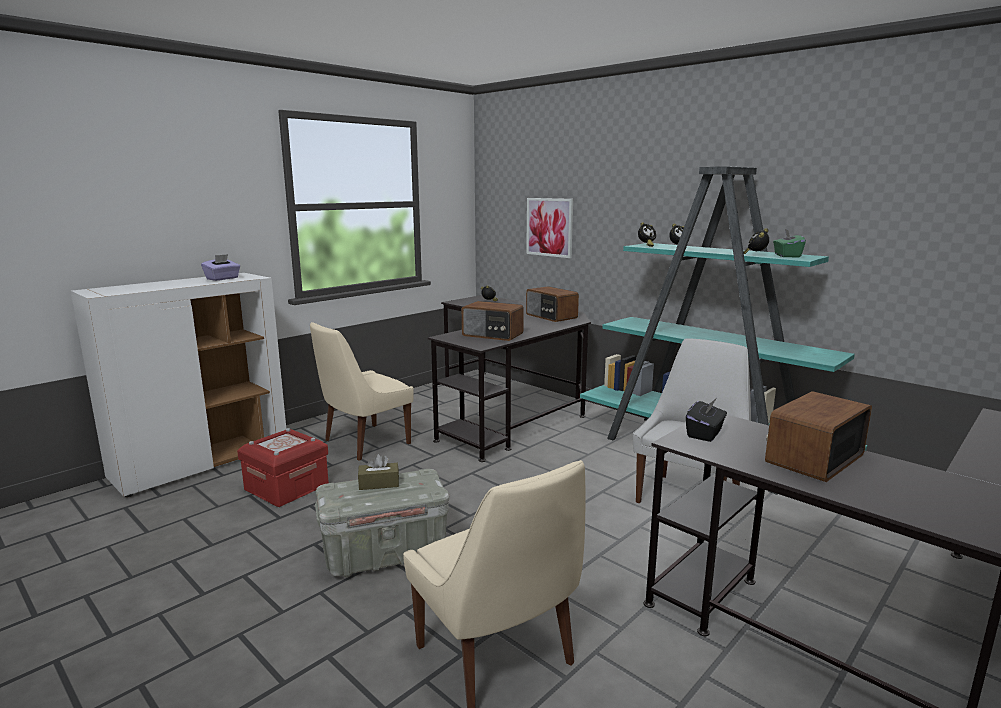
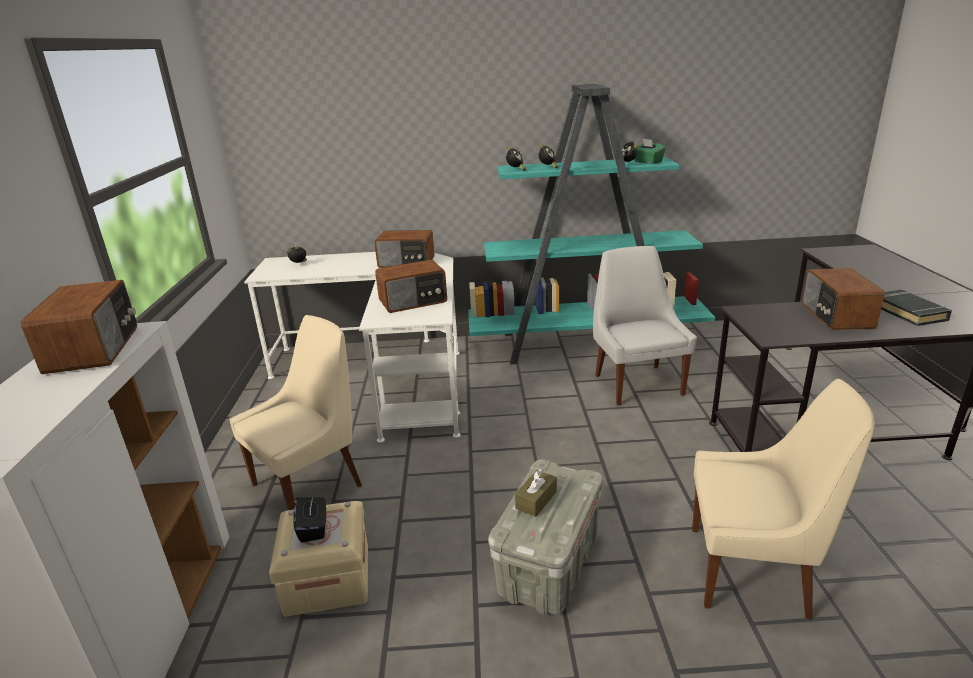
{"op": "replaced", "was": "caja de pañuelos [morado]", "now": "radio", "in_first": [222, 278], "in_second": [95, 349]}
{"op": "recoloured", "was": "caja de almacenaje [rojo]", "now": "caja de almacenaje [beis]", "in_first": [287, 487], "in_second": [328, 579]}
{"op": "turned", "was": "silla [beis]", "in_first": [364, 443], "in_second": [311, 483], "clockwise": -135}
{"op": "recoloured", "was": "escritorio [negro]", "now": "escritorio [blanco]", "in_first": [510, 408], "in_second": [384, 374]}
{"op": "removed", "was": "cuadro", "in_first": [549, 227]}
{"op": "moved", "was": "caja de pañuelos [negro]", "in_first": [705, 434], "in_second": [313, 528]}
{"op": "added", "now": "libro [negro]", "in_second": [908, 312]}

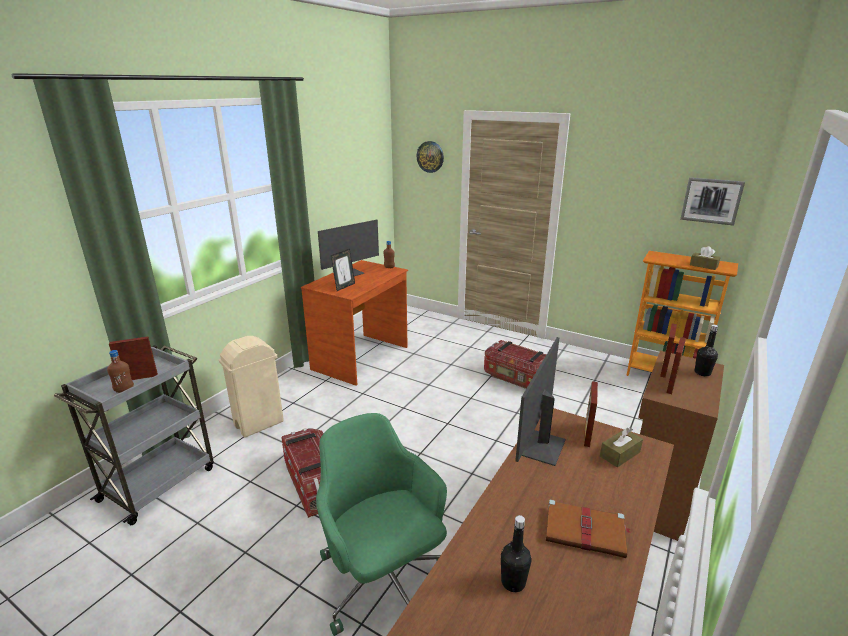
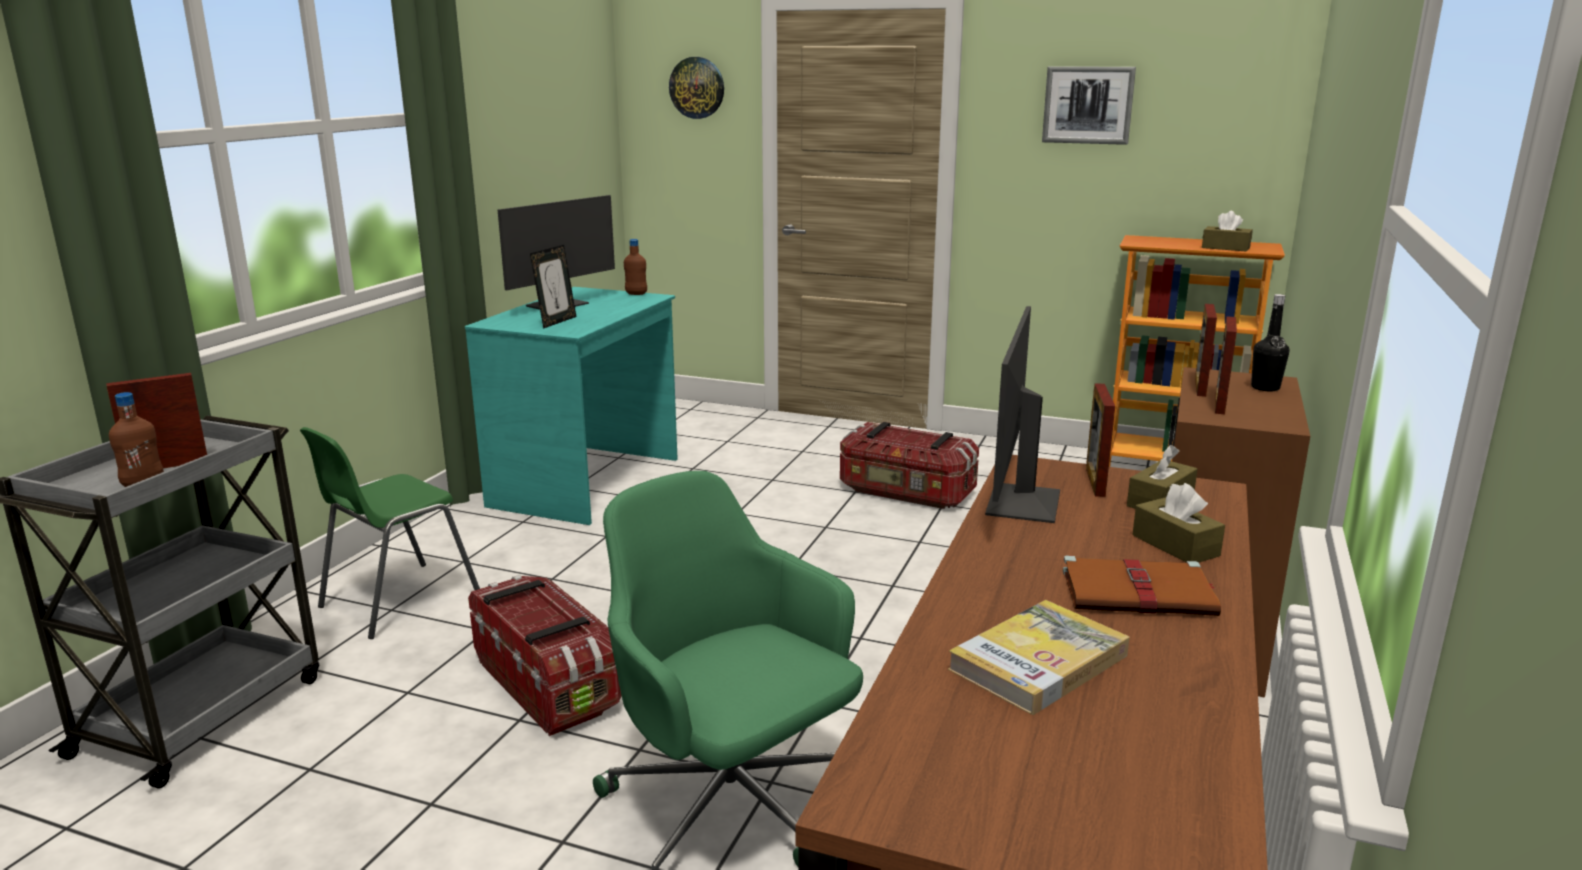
{"op": "replaced", "was": "papelera [beis]", "now": "silla [verde]", "in_first": [258, 424], "in_second": [397, 601]}
{"op": "recoloured", "was": "escritorio [marrón]", "now": "escritorio [turquesa]", "in_first": [361, 358], "in_second": [588, 482]}
{"op": "replaced", "was": "botella [negro]", "now": "libro", "in_first": [513, 582], "in_second": [1038, 662]}
{"op": "moved", "was": "cuadro", "in_first": [711, 200], "in_second": [1088, 105]}
{"op": "added", "now": "caja de pañuelos [marrón]", "in_second": [1175, 545]}

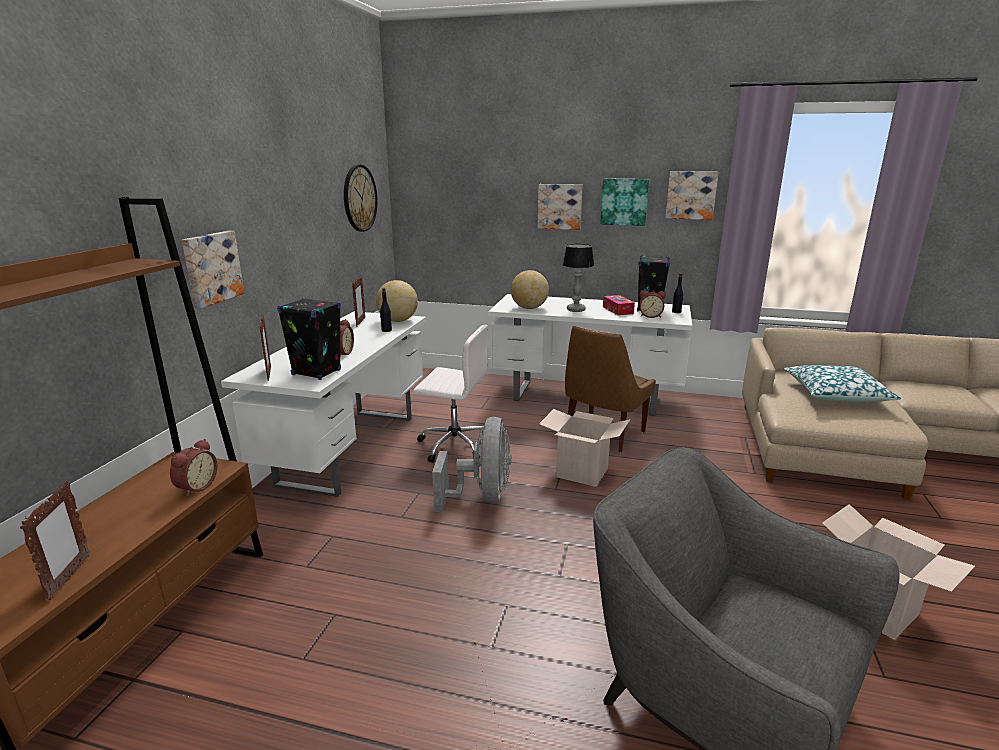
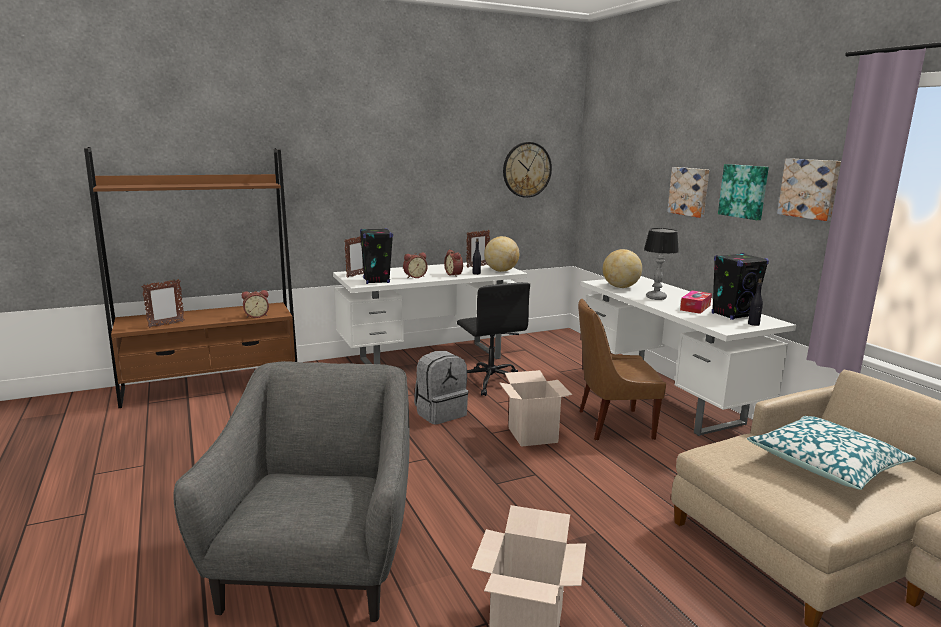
{"op": "removed", "was": "cuadro", "in_first": [211, 268]}
{"op": "recoloured", "was": "silla de oficina [blanco]", "now": "silla de oficina [negro]", "in_first": [453, 444], "in_second": [490, 382]}
{"op": "replaced", "was": "ventilador [gris]", "now": "mochila [gris]", "in_first": [482, 496], "in_second": [440, 413]}
{"op": "moved", "was": "despertador", "in_first": [650, 316], "in_second": [454, 274]}

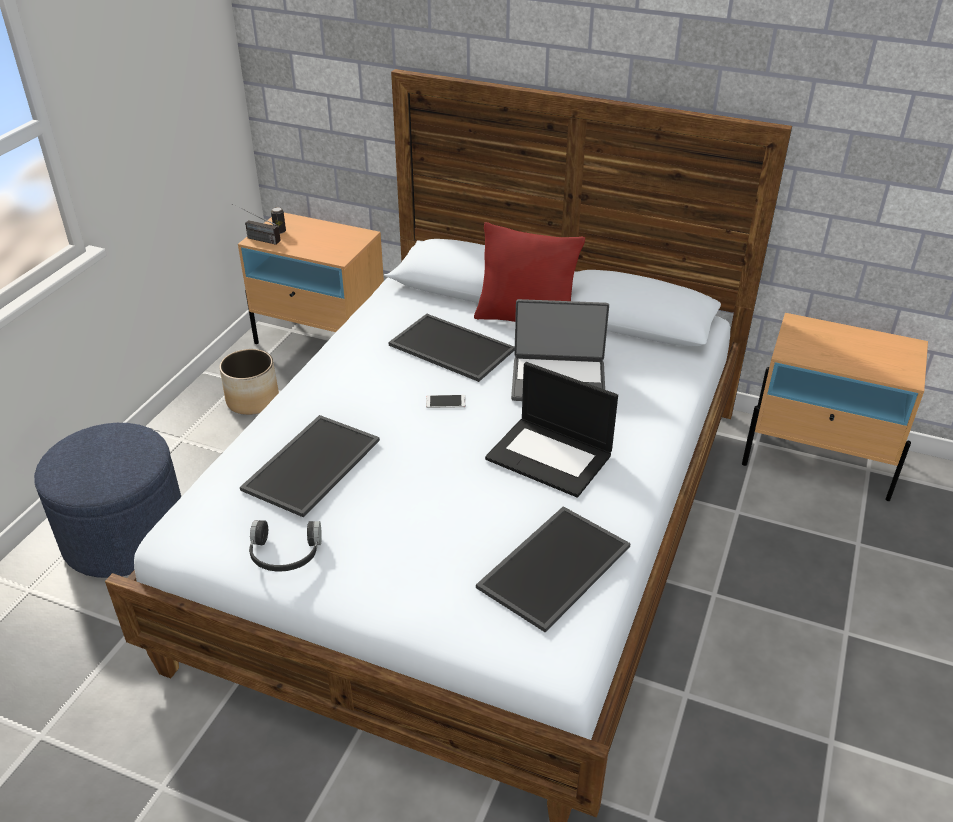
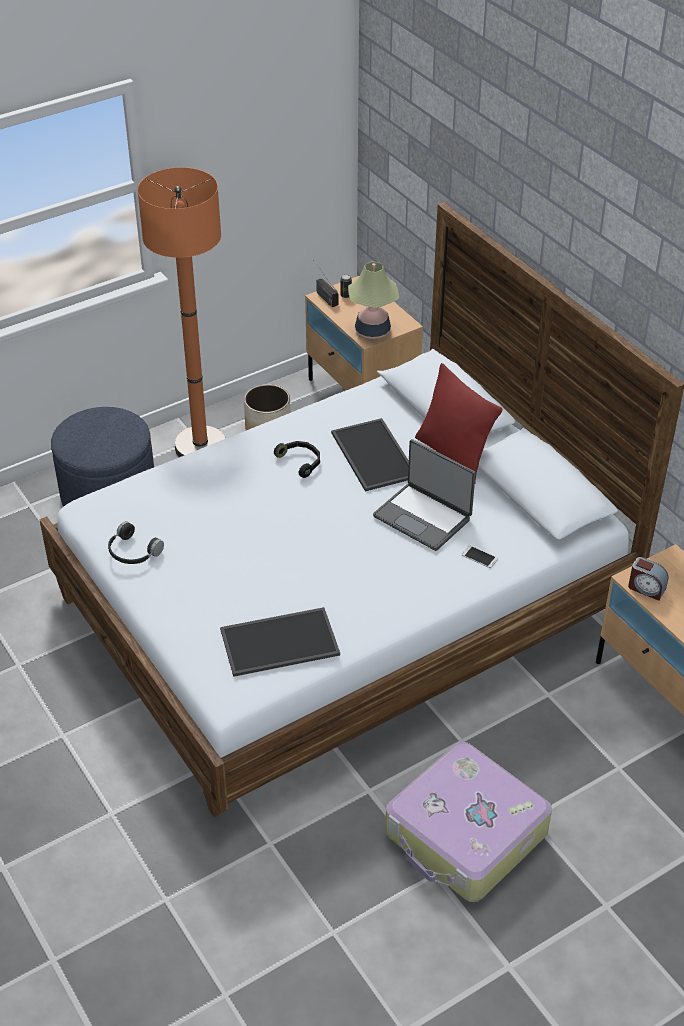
{"op": "removed", "was": "bandeja", "in_first": [311, 463]}
{"op": "moved", "was": "móvil", "in_first": [445, 402], "in_second": [479, 557]}
{"op": "removed", "was": "portátil", "in_first": [551, 456]}
{"op": "added", "now": "lámpara de pie [naranja]", "in_second": [200, 446]}
{"op": "added", "now": "auriculares [negro]", "in_second": [301, 461]}
{"op": "added", "now": "lámpara de mesa", "in_second": [372, 331]}
{"op": "added", "now": "maleta", "in_second": [465, 835]}
{"op": "added", "now": "despertador", "in_second": [646, 588]}

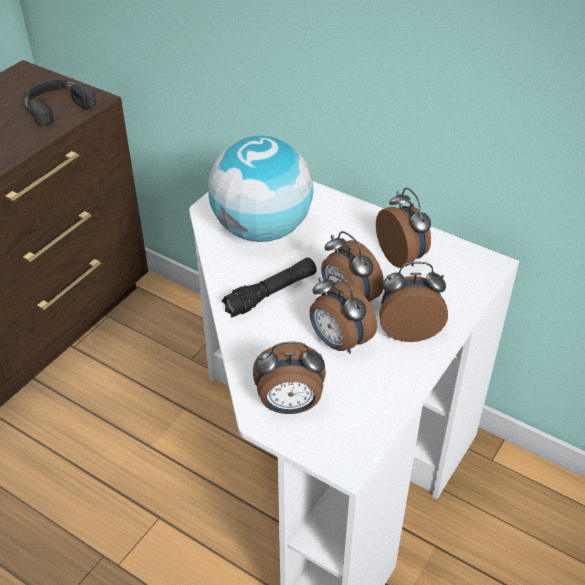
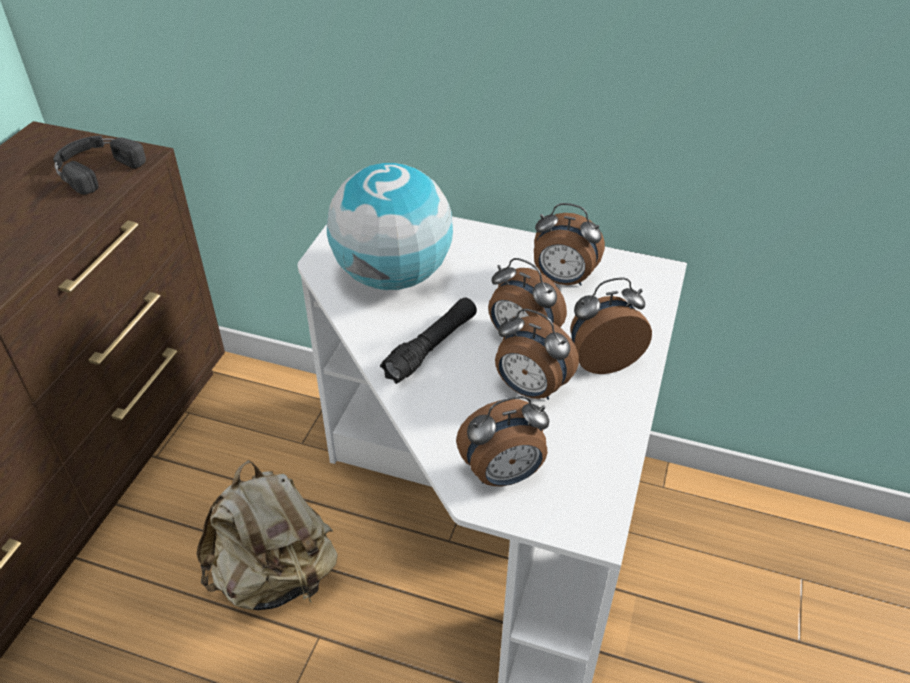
{"op": "turned", "was": "despertador", "in_first": [402, 257], "in_second": [562, 280], "clockwise": 150}
{"op": "added", "now": "mochila [beis]", "in_second": [275, 576]}

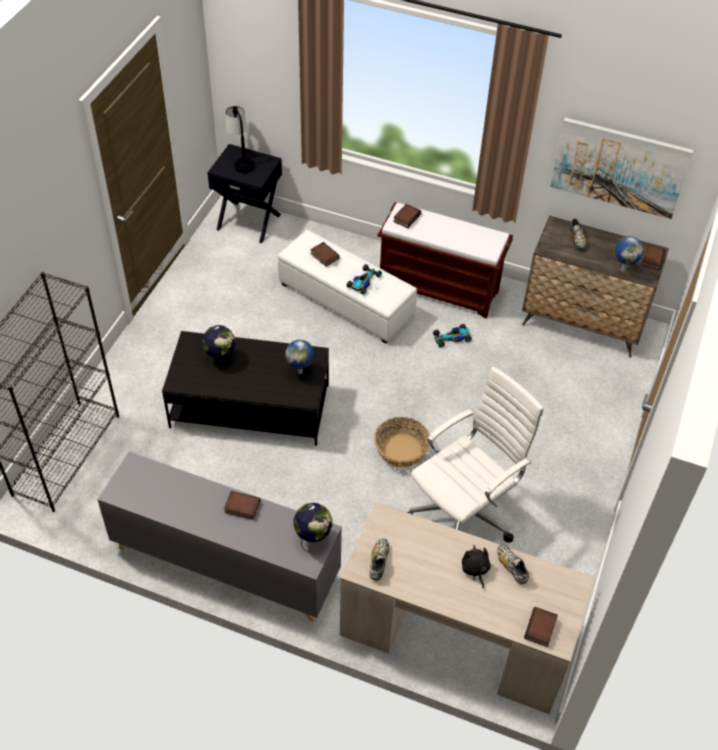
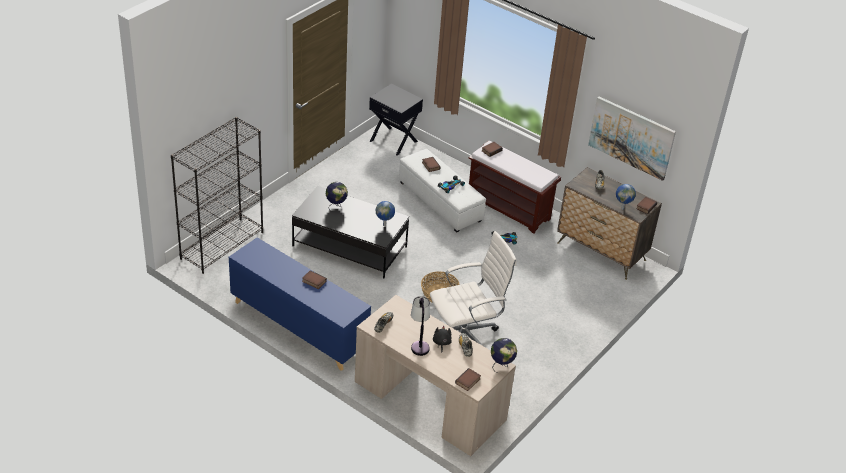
{"op": "recoloured", "was": "armario [gris]", "now": "armario [azul]", "in_first": [225, 562], "in_second": [298, 326]}
{"op": "moved", "was": "lámpara de mesa", "in_first": [241, 160], "in_second": [419, 342]}
{"op": "moved", "was": "globo terráqueo", "in_first": [313, 538], "in_second": [501, 365]}

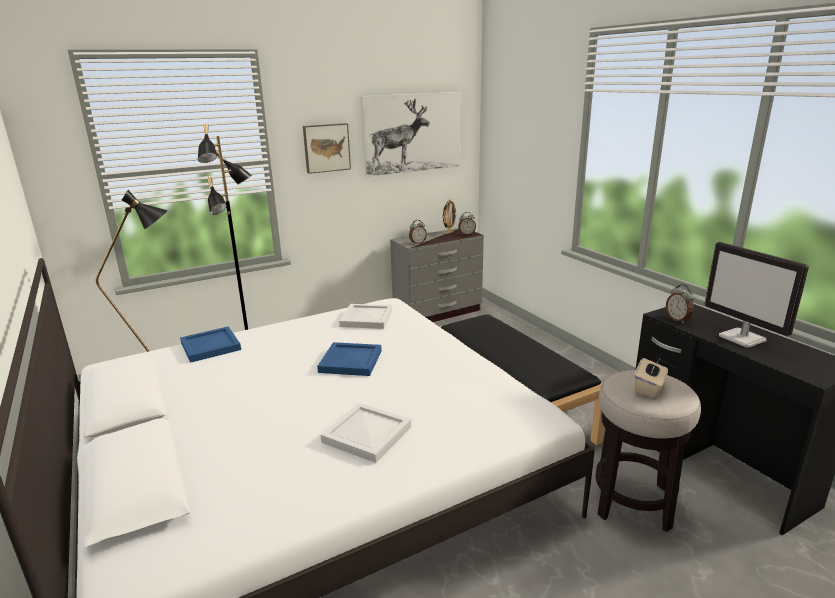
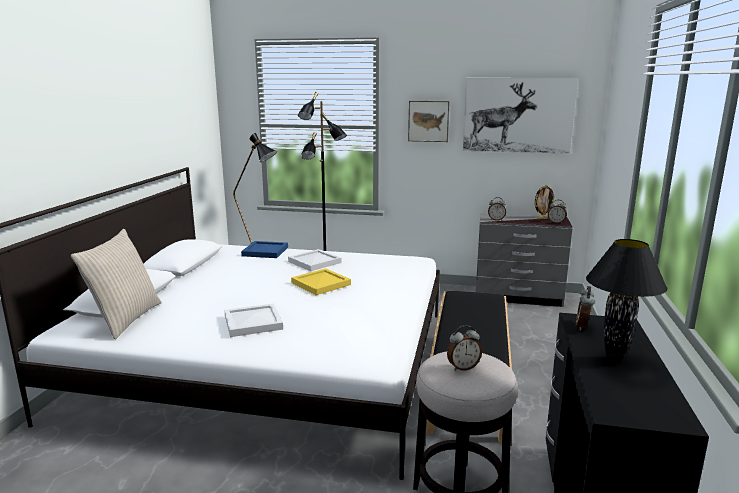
{"op": "recoloured", "was": "bandeja [azul]", "now": "bandeja [amarillo]", "in_first": [349, 362], "in_second": [320, 284]}
{"op": "moved", "was": "bandeja [blanco]", "in_first": [367, 319], "in_second": [314, 262]}
{"op": "replaced", "was": "caja de pañuelos [beis]", "now": "despertador", "in_first": [649, 388], "in_second": [463, 367]}
{"op": "replaced", "was": "monitor", "now": "lámpara de mesa [negro]", "in_first": [743, 338], "in_second": [614, 361]}
{"op": "added", "now": "cojín [beis]", "in_second": [125, 319]}

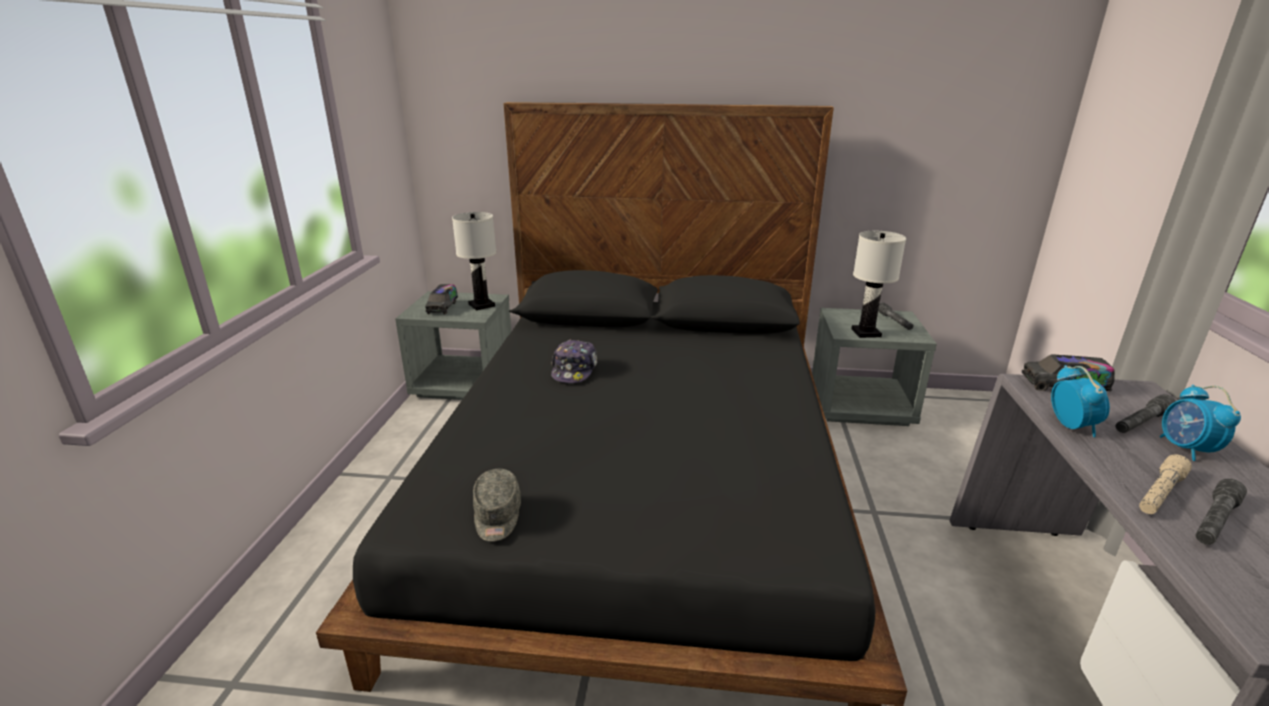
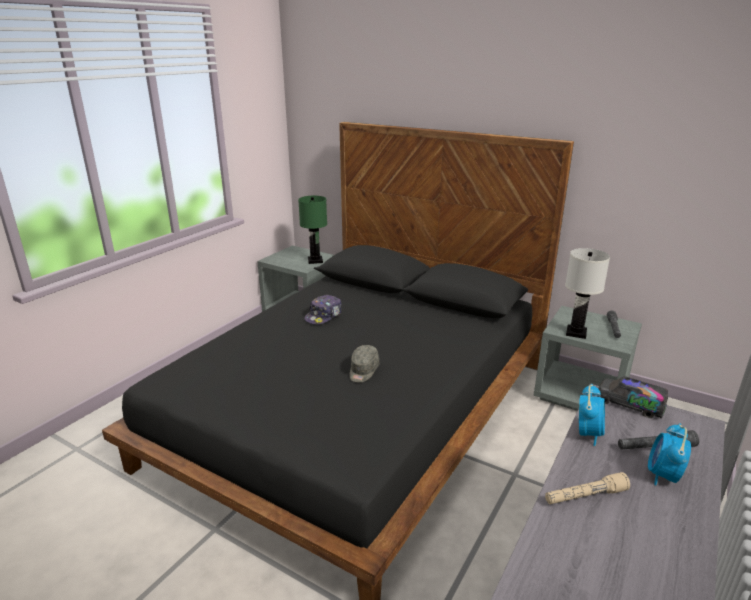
{"op": "removed", "was": "camión de juguete", "in_first": [442, 307]}
{"op": "recoloured", "was": "lámpara de mesa [blanco]", "now": "lámpara de mesa [verde]", "in_first": [481, 305], "in_second": [315, 261]}
{"op": "moved", "was": "gorra [gris]", "in_first": [497, 516], "in_second": [363, 371]}
{"op": "removed", "was": "linterna [gris]", "in_first": [1214, 521]}

